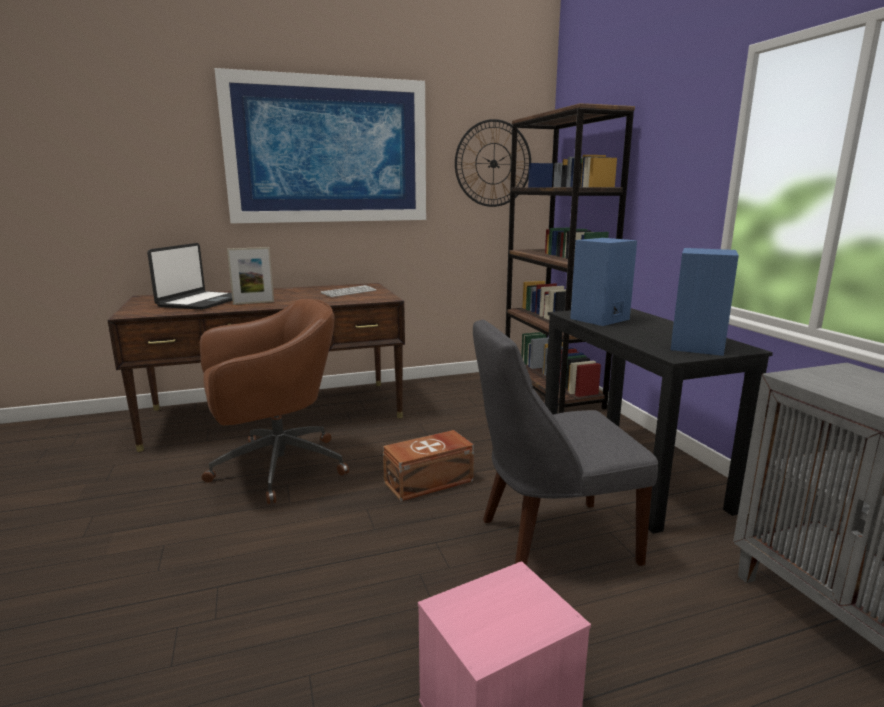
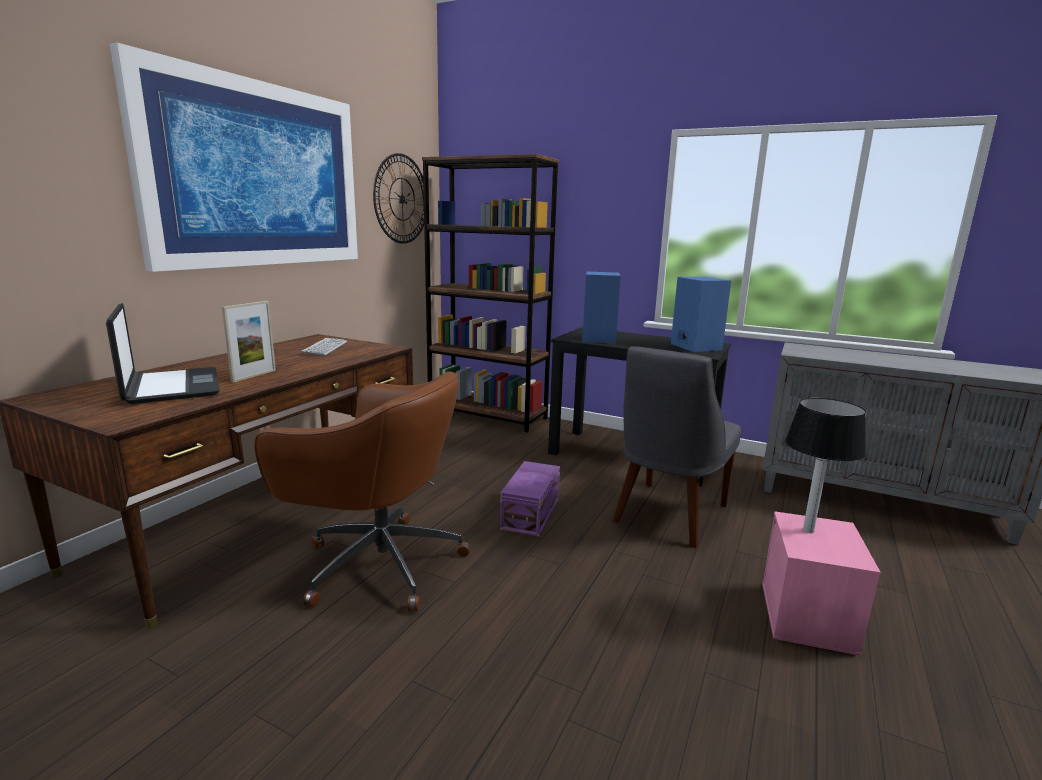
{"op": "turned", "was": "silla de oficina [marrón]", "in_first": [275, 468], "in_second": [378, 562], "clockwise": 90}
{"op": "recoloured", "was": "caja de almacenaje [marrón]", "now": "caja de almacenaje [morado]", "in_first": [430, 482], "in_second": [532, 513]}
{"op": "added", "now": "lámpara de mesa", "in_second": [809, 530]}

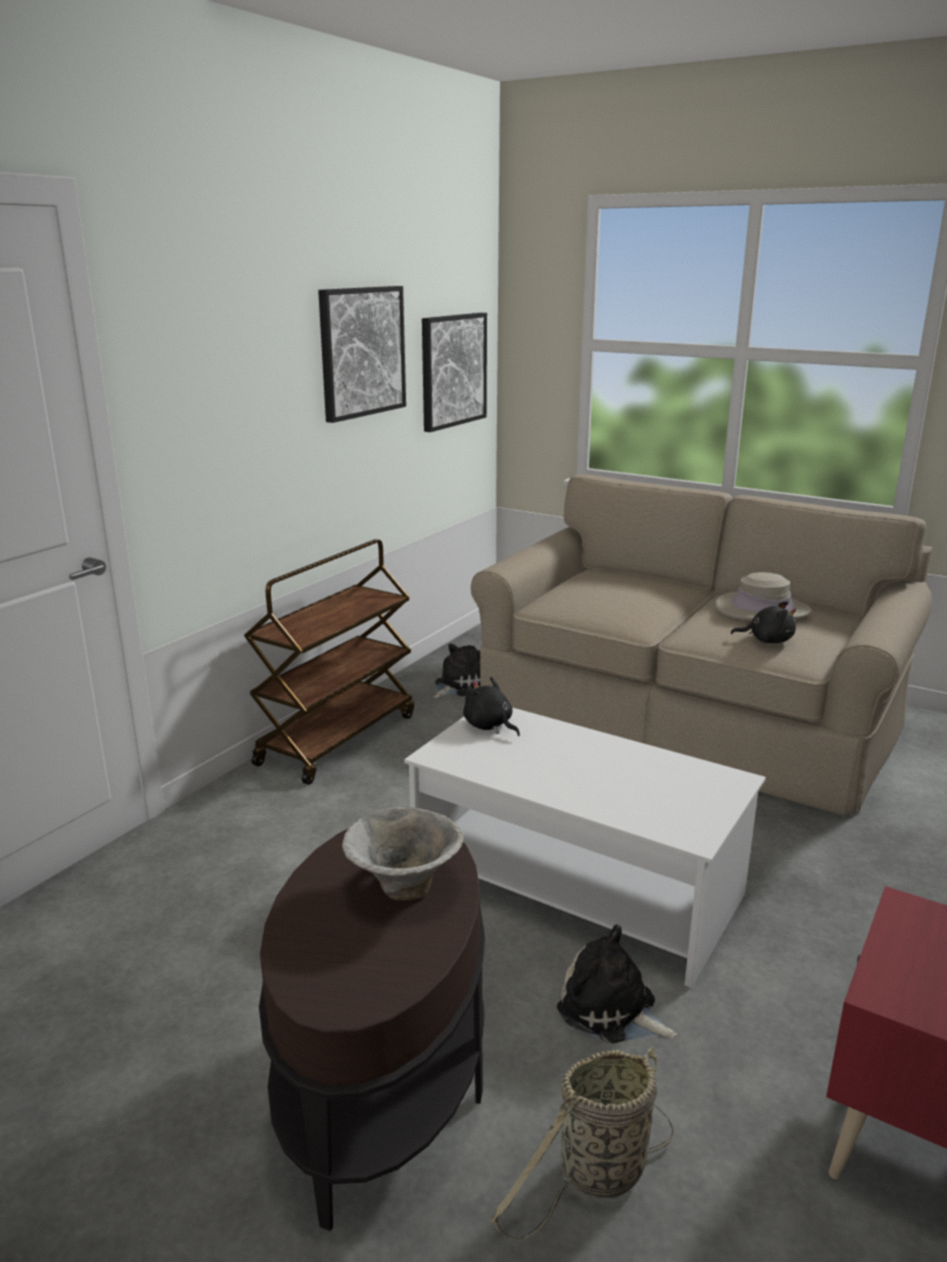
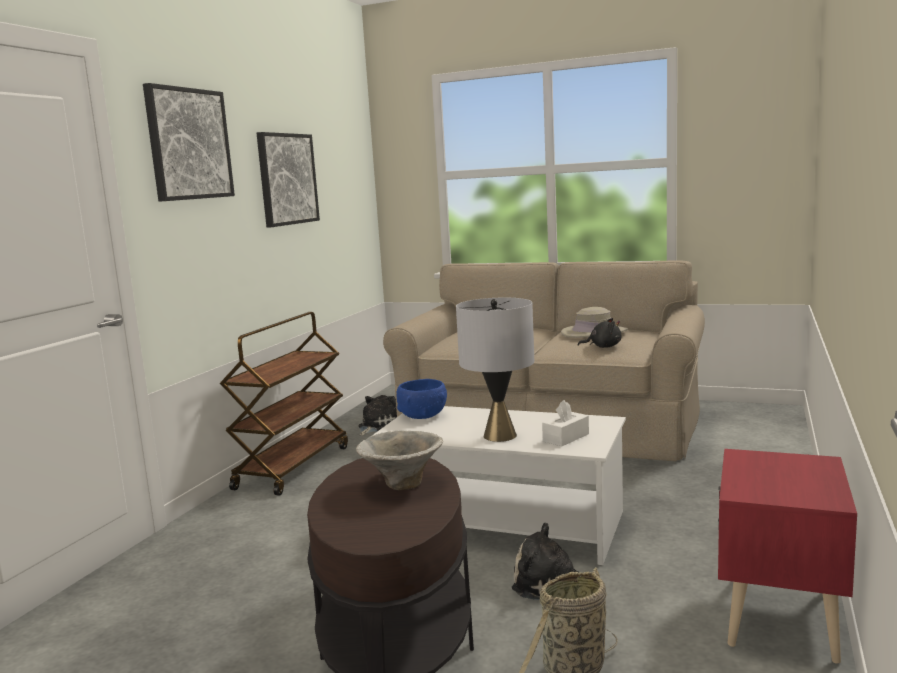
{"op": "moved", "was": "cuadro", "in_first": [452, 370], "in_second": [189, 144]}
{"op": "replaced", "was": "peluche [negro]", "now": "cuenco [azul]", "in_first": [489, 726], "in_second": [423, 416]}
{"op": "added", "now": "lámpara de mesa [gris]", "in_second": [500, 435]}
{"op": "added", "now": "caja de pañuelos [blanco]", "in_second": [566, 437]}

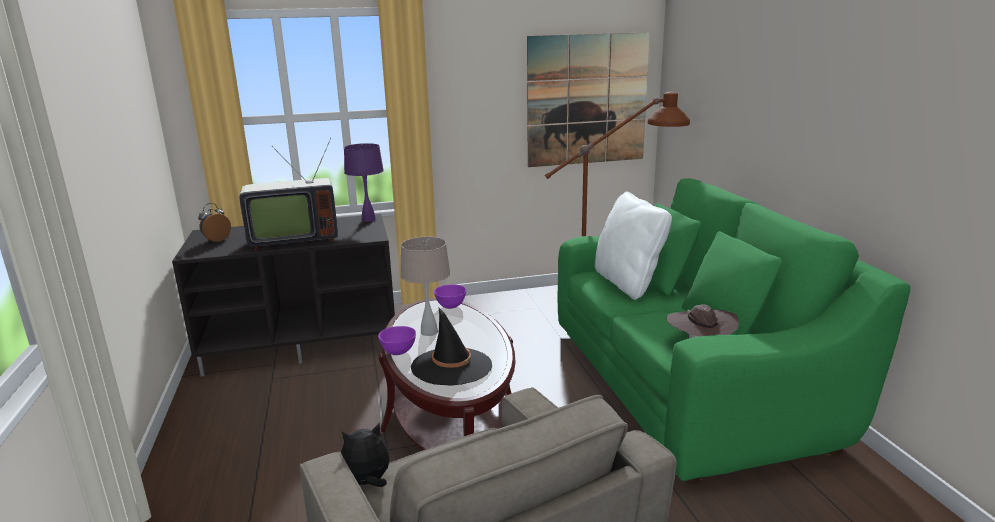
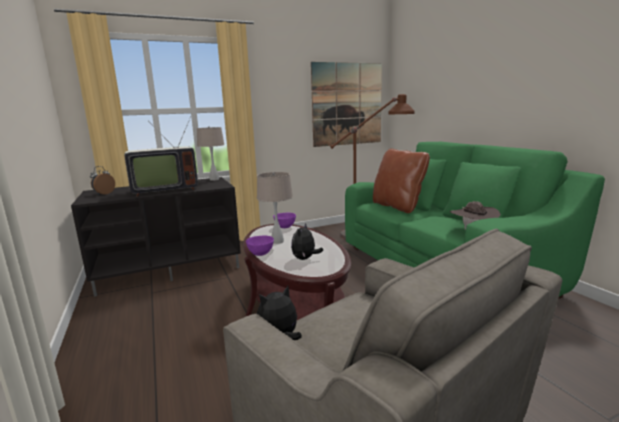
{"op": "recoloured", "was": "lámpara de mesa [morado]", "now": "lámpara de mesa [beis]", "in_first": [368, 219], "in_second": [214, 179]}
{"op": "replaced", "was": "sombrero [negro]", "now": "peluche", "in_first": [451, 366], "in_second": [305, 259]}
{"op": "recoloured", "was": "cojín [blanco]", "now": "cojín [marrón]", "in_first": [628, 283], "in_second": [398, 206]}

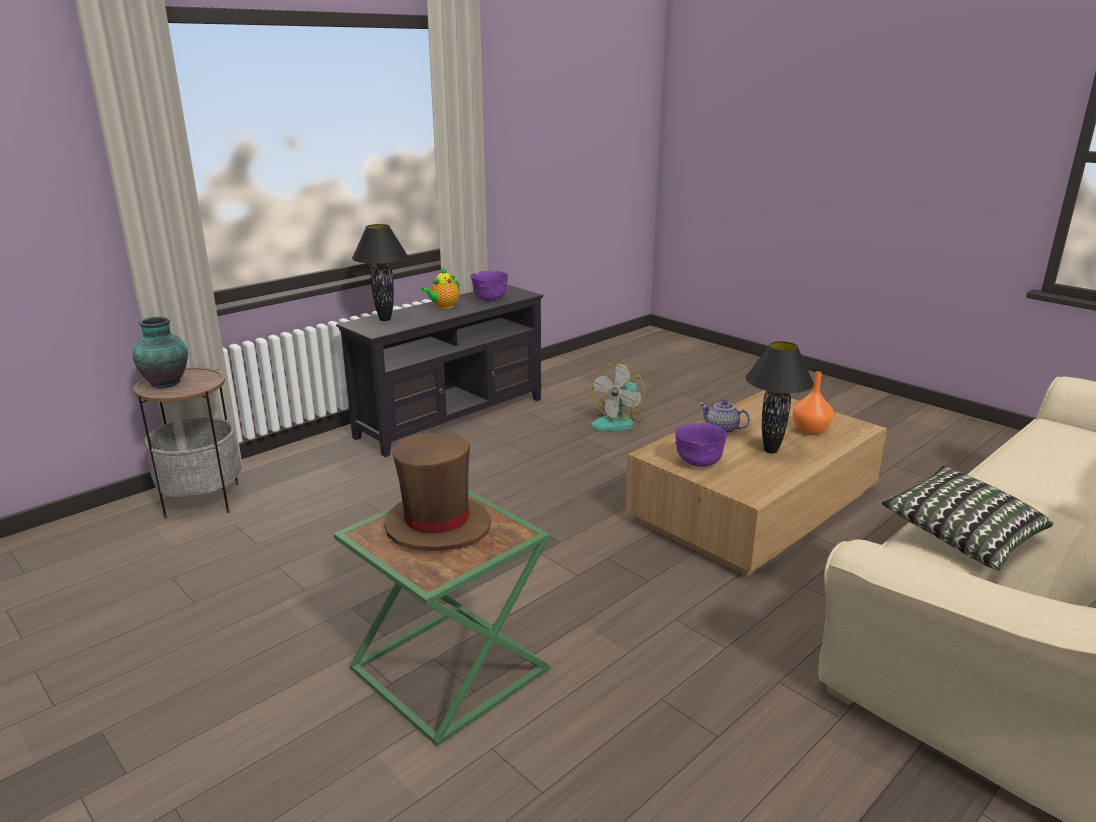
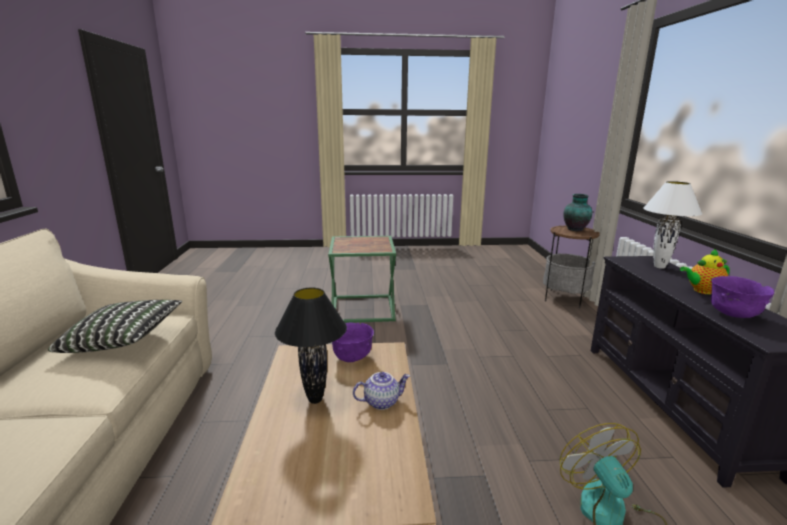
{"op": "recoloured", "was": "lámpara de mesa [negro]", "now": "lámpara de mesa [blanco]", "in_first": [385, 319], "in_second": [660, 267]}
{"op": "removed", "was": "sombrero [marrón]", "in_first": [437, 526]}
{"op": "turned", "was": "tetera", "in_first": [443, 307], "in_second": [702, 291], "clockwise": -90}
{"op": "removed", "was": "florero [naranja]", "in_first": [810, 430]}

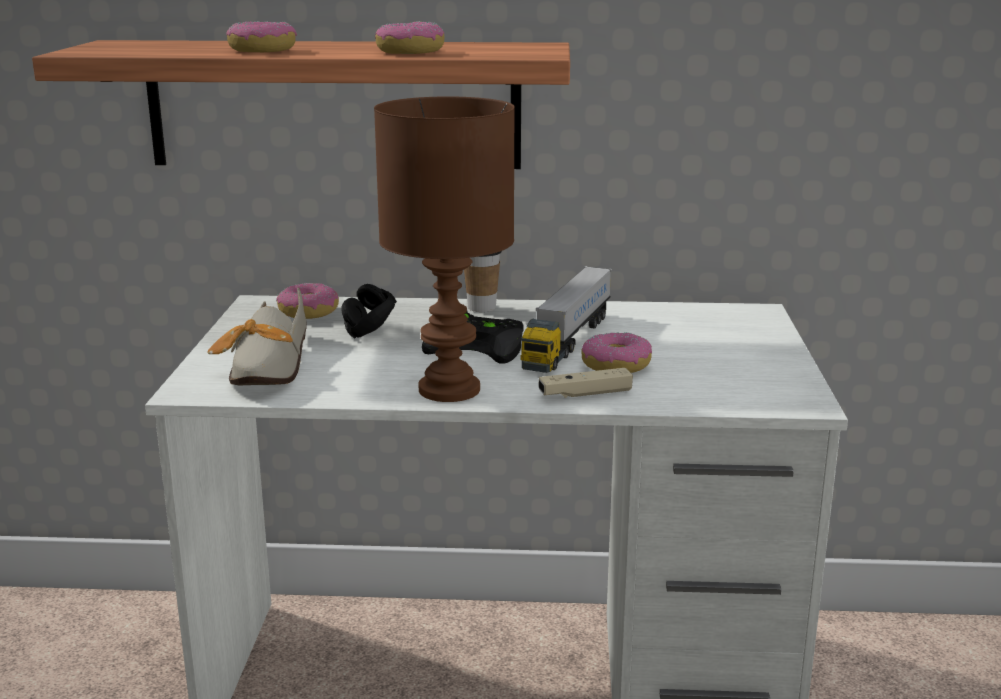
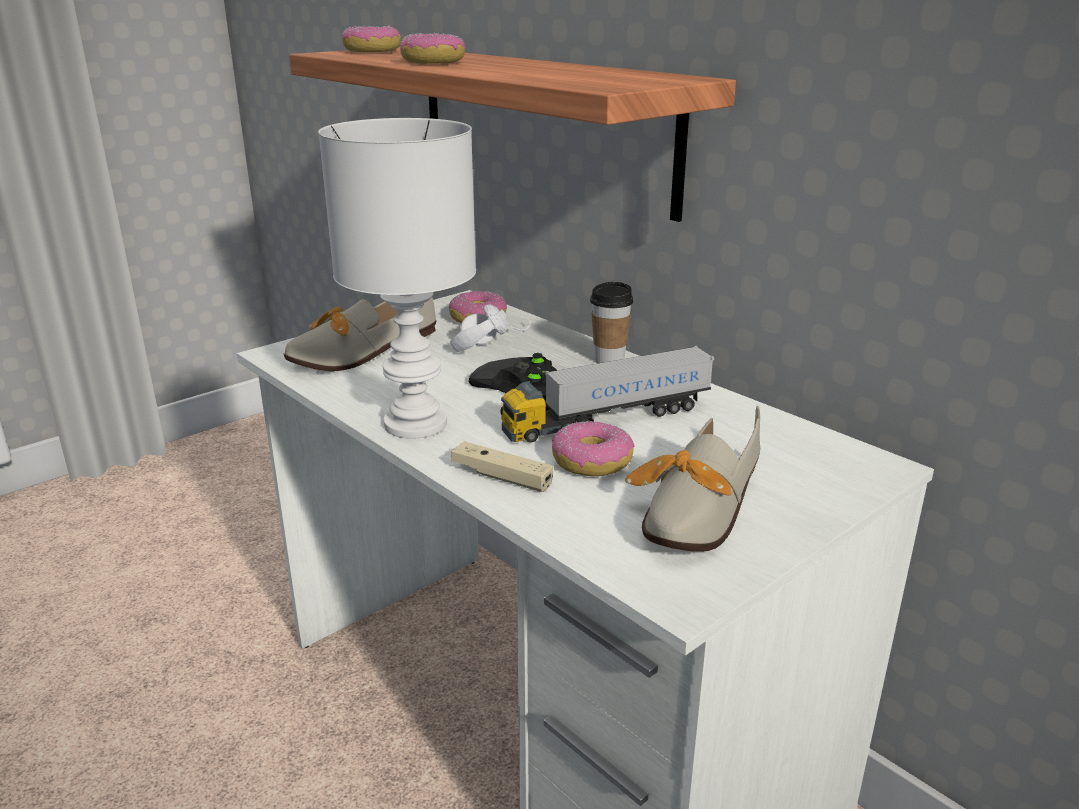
{"op": "recoloured", "was": "auriculares [negro]", "now": "auriculares [blanco]", "in_first": [362, 323], "in_second": [490, 341]}
{"op": "recoloured", "was": "lámpara de mesa [marrón]", "now": "lámpara de mesa [blanco]", "in_first": [449, 391], "in_second": [413, 425]}
{"op": "moved", "was": "rosquilla", "in_first": [410, 52], "in_second": [372, 51]}
{"op": "added", "now": "zapato", "in_second": [696, 512]}

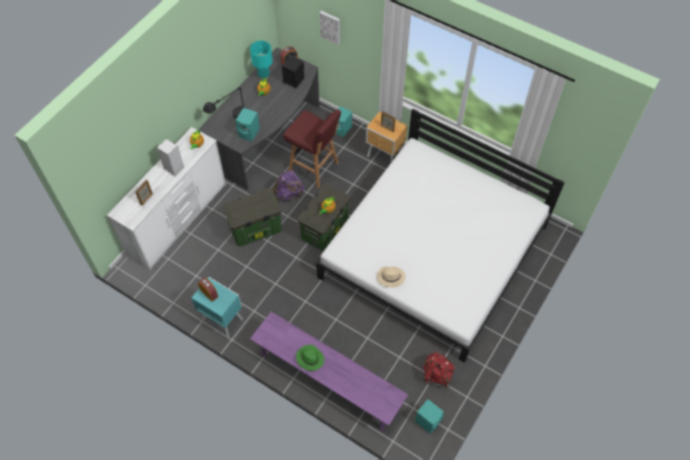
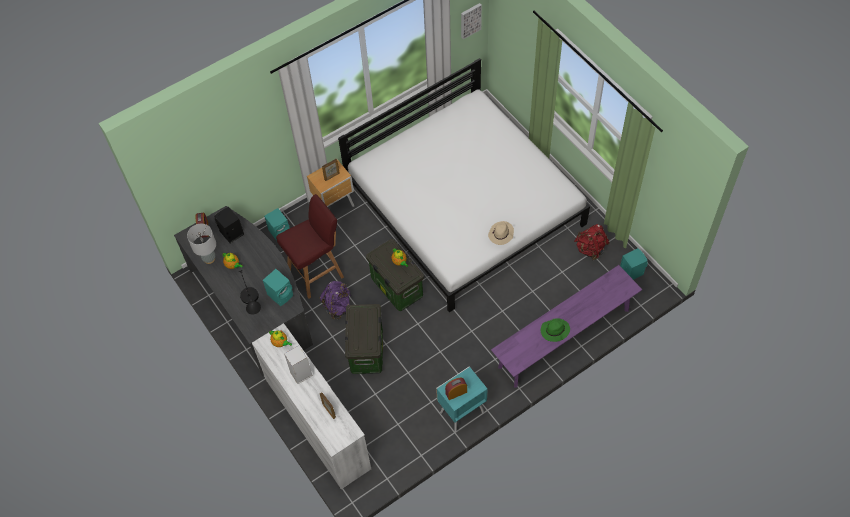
{"op": "recoloured", "was": "lámpara de mesa [turquesa]", "now": "lámpara de mesa [gris]", "in_first": [264, 76], "in_second": [209, 258]}
{"op": "moved", "was": "cuadro", "in_first": [330, 27], "in_second": [470, 20]}

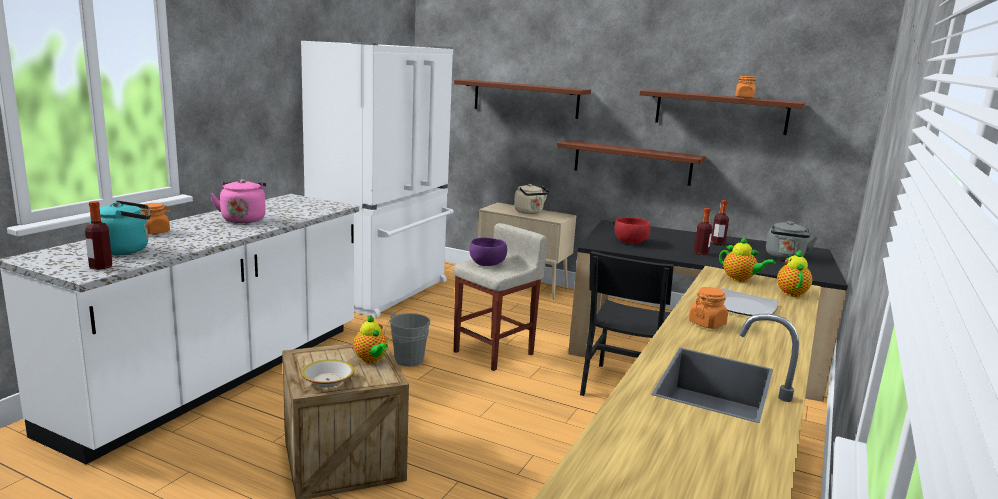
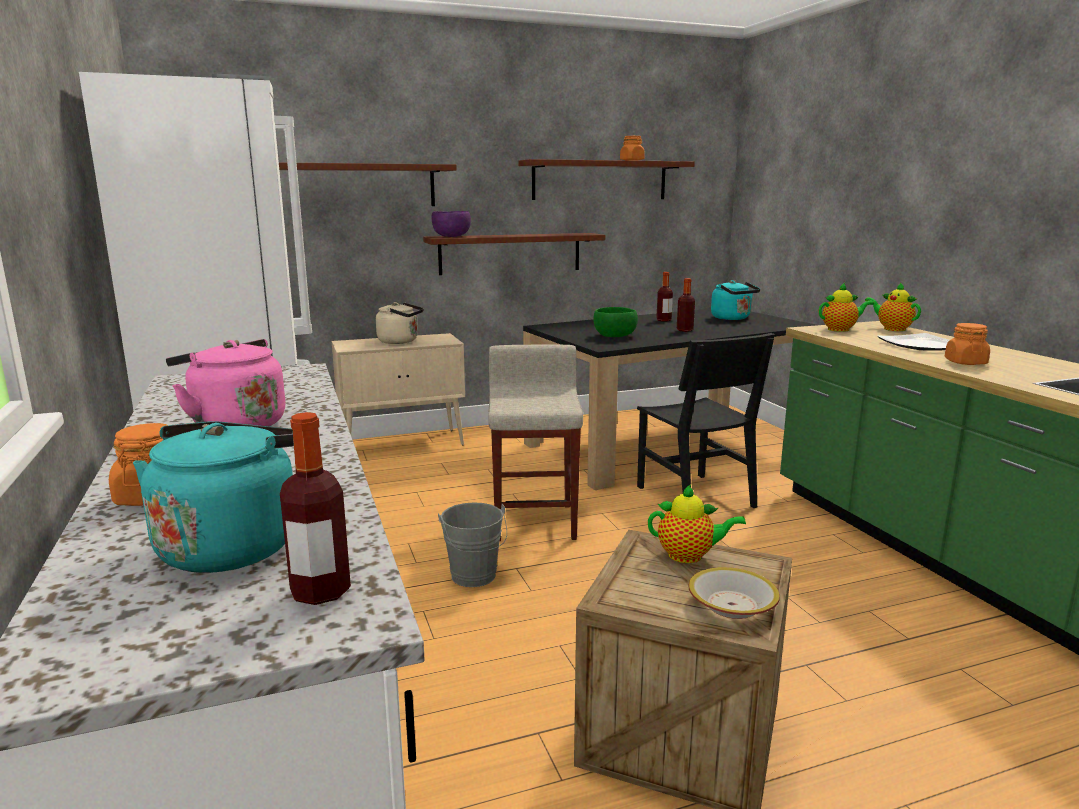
{"op": "moved", "was": "cuenco [morado]", "in_first": [488, 264], "in_second": [452, 236]}
{"op": "recoloured", "was": "cuenco [rojo]", "now": "cuenco [verde]", "in_first": [631, 242], "in_second": [615, 336]}
{"op": "recoloured", "was": "hervidor [gris]", "now": "hervidor [turquesa]", "in_first": [785, 257], "in_second": [732, 318]}

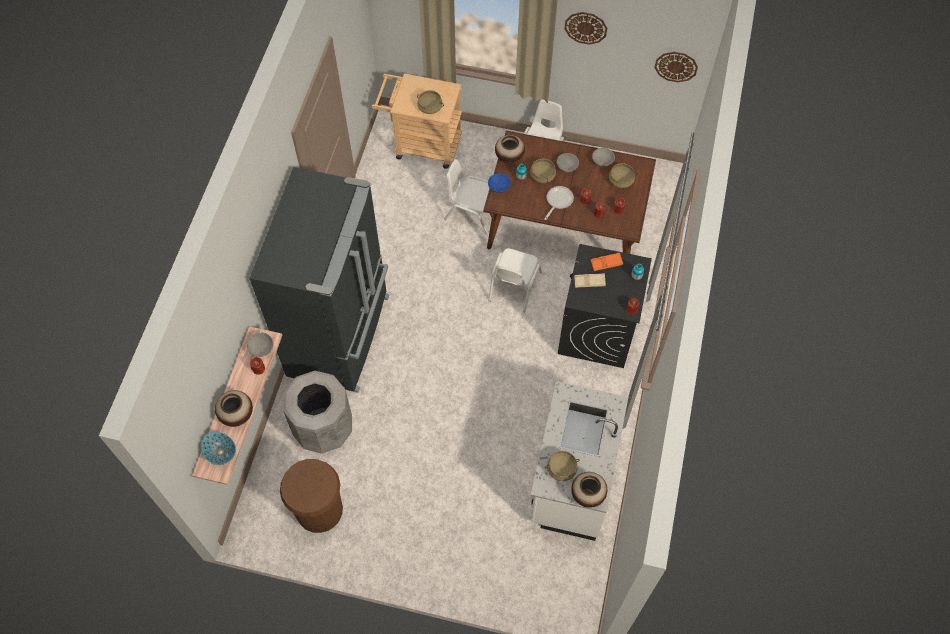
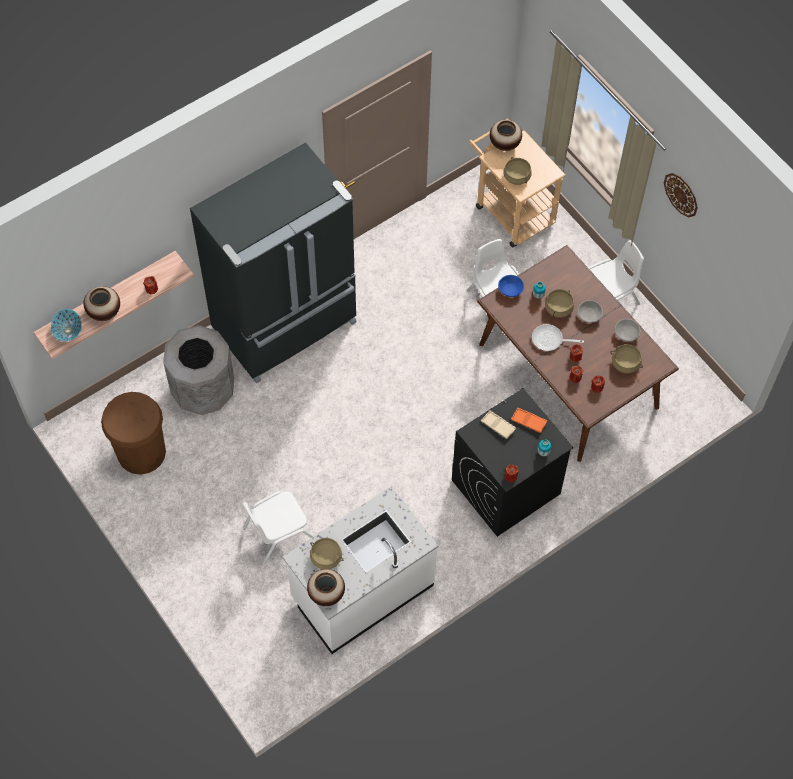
{"op": "removed", "was": "cuenco [gris]", "in_first": [262, 348]}
{"op": "moved", "was": "silla [blanco]", "in_first": [514, 286], "in_second": [278, 533]}
{"op": "moved", "was": "florero", "in_first": [509, 157], "in_second": [504, 144]}
{"op": "turned", "was": "sartén", "in_first": [558, 201], "in_second": [550, 340], "clockwise": -150}
{"op": "removed", "was": "reloj de pared", "in_first": [676, 66]}

